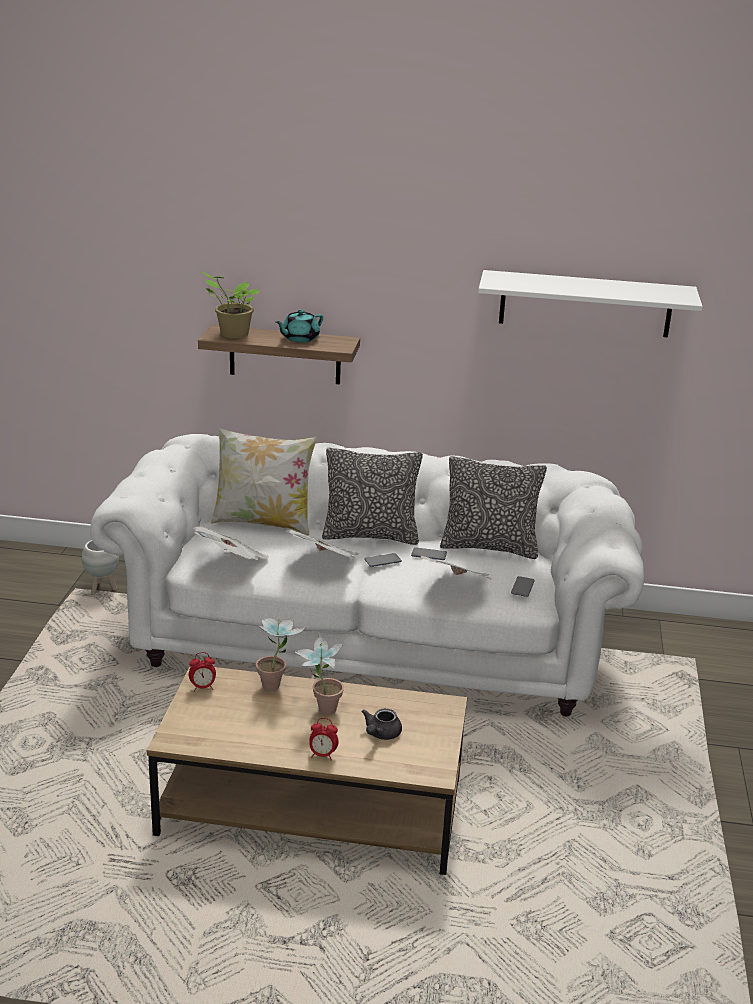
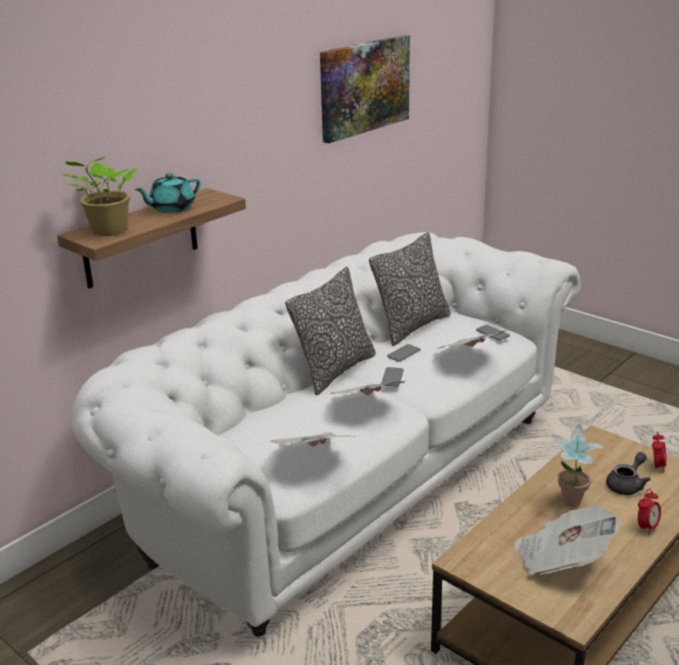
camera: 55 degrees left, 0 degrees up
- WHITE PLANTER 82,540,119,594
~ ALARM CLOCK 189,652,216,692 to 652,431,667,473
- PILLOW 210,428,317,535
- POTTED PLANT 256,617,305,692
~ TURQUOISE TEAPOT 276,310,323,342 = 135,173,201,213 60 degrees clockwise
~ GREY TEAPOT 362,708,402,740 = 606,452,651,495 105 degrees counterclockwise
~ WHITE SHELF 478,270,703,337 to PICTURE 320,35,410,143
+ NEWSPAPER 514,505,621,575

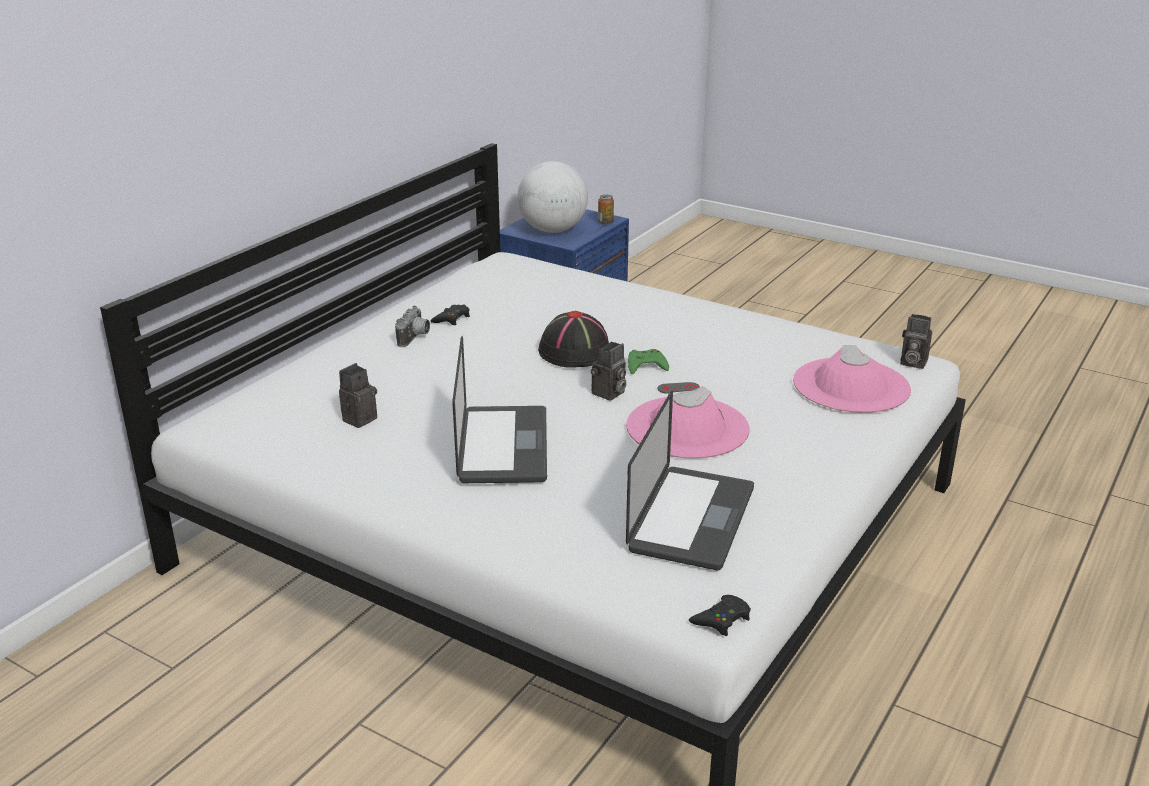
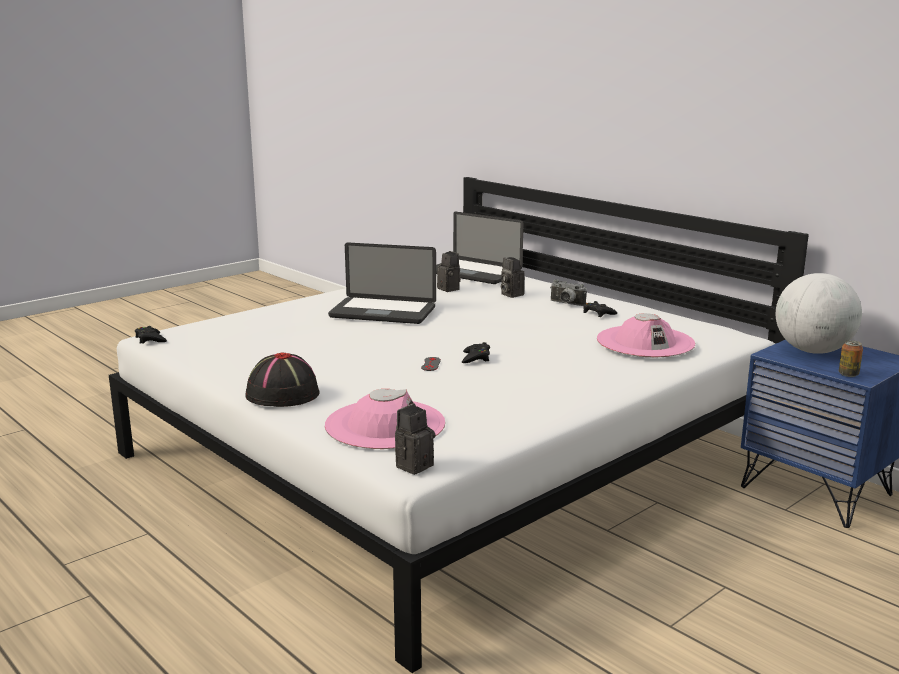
camera: 105 degrees right, 10 degrees down
~ BLACK HAT 538,311,609,368 to 245,353,320,407
~ PHOTO CAMERA 591,342,627,401 to 501,257,525,298
~ PINK HAT 626,387,749,459 to 597,313,695,357
~ LAPTOP 626,391,754,570 to 436,212,523,284
~ GREEN GAME CONTROLLER 628,349,669,374 to BLACK GAME CONTROLLER 462,342,490,363

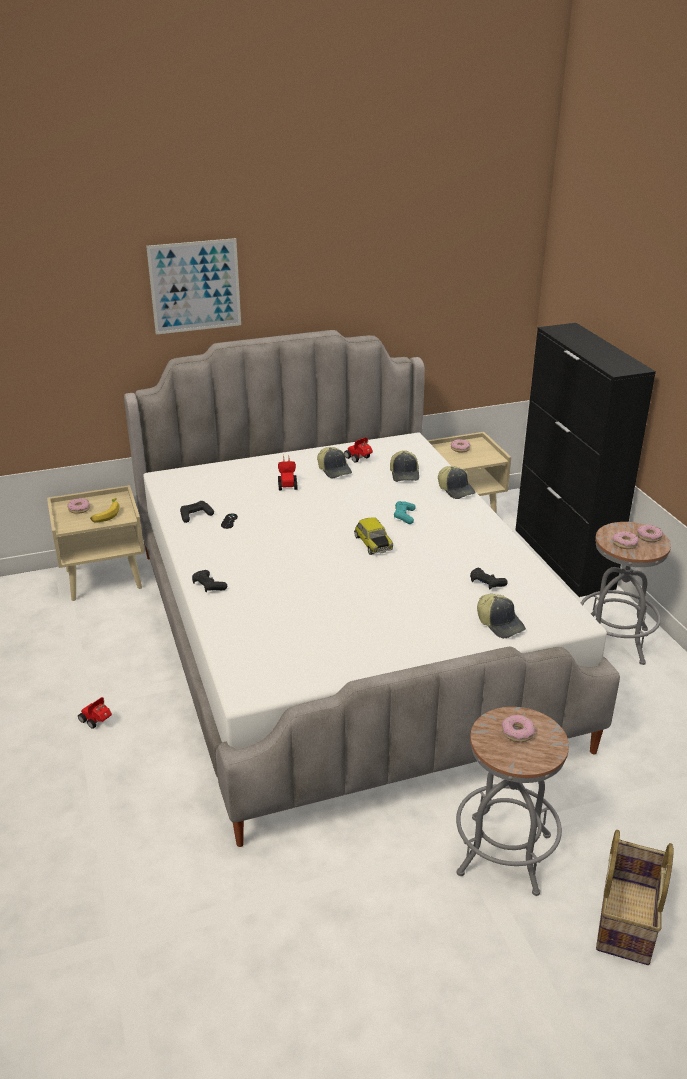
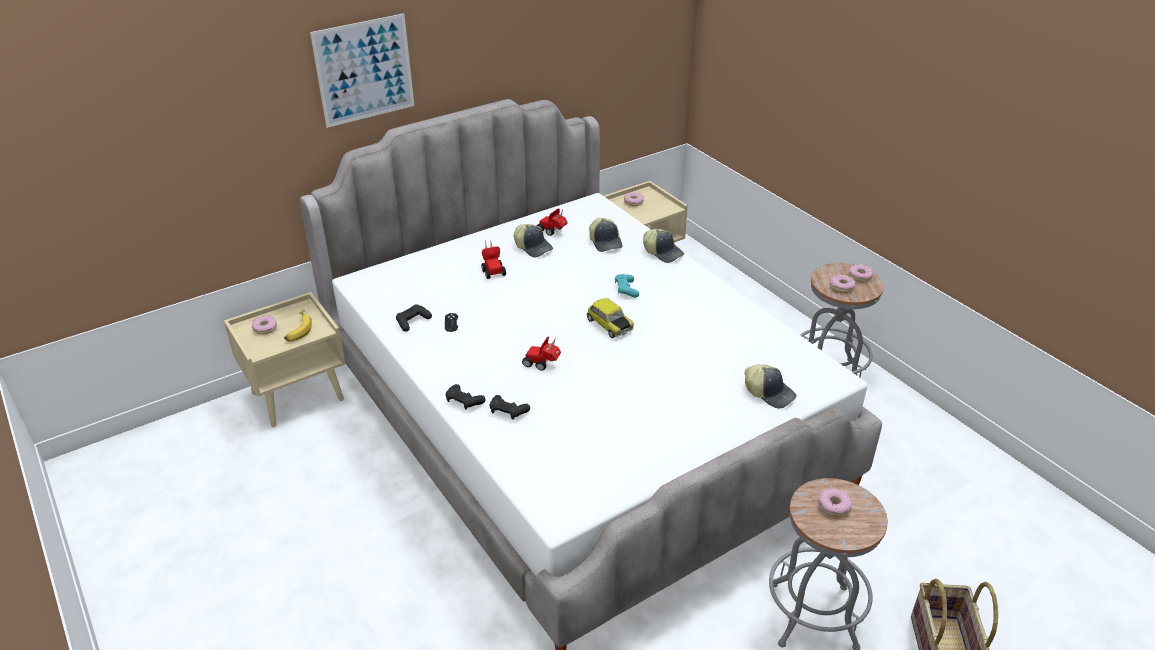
camera: 15 degrees left, 5 degrees up
~ TOY CAR 78,697,112,729 to 522,336,561,371
~ BLACK GAME CONTROLLER 470,568,508,589 to 490,395,530,420
- BLACK CABINET 516,323,656,597

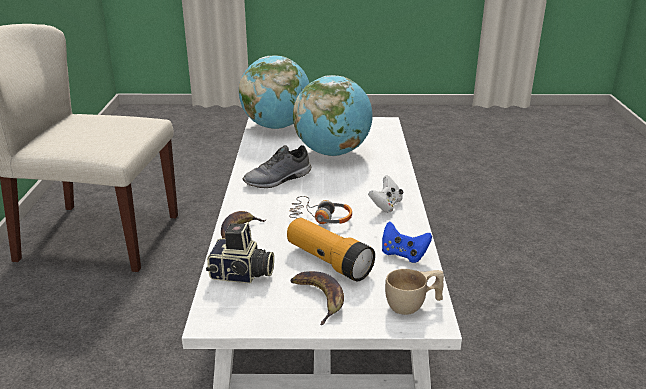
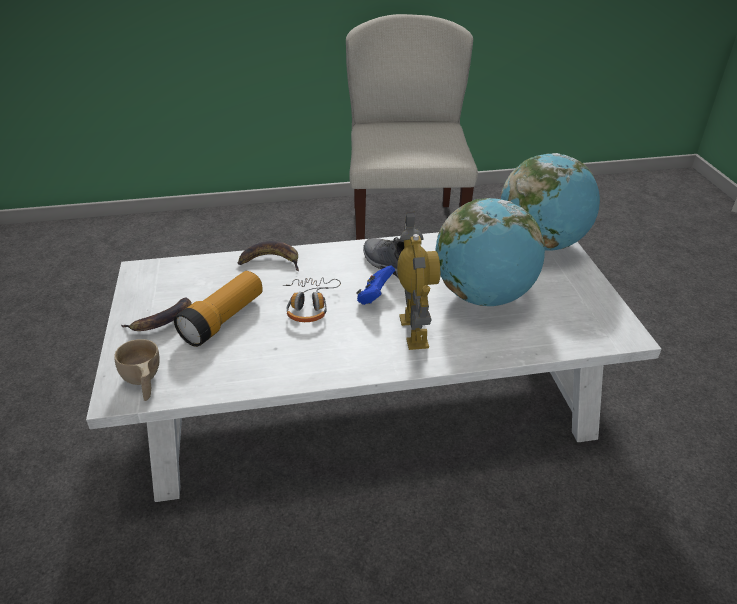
camera: 80 degrees right, 10 degrees up
- PHOTO CAMERA 206,222,274,283
- WHITE GAME CONTROLLER 368,175,403,213
~ BLUE GAME CONTROLLER 382,222,432,263 to 356,265,395,305
+ TOY ROBOT 397,212,440,350

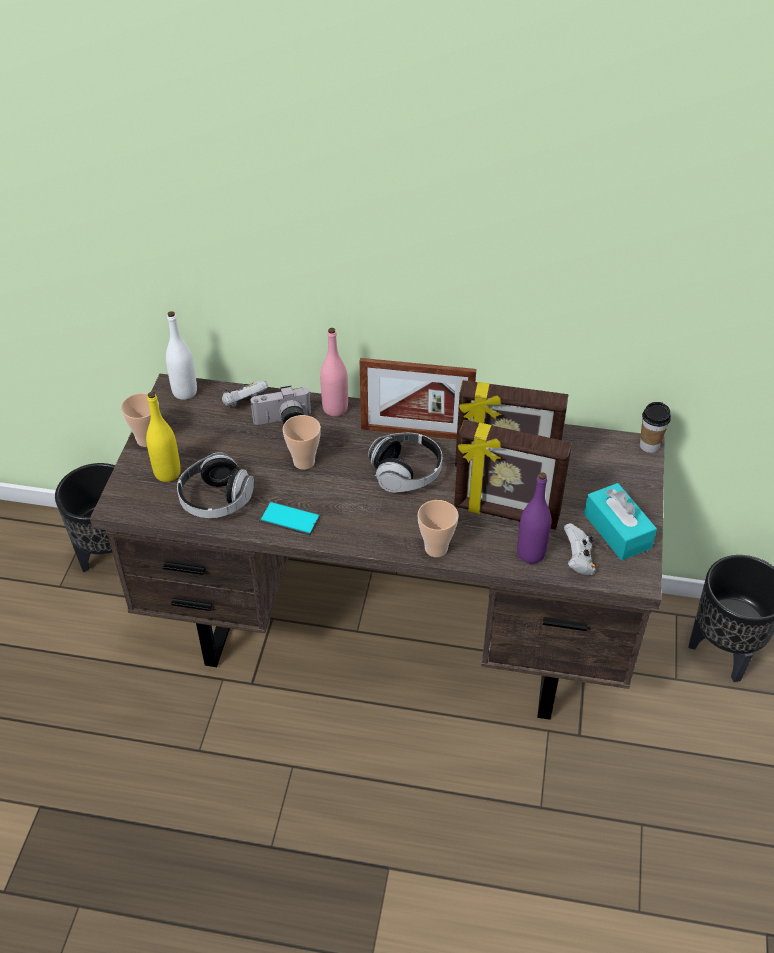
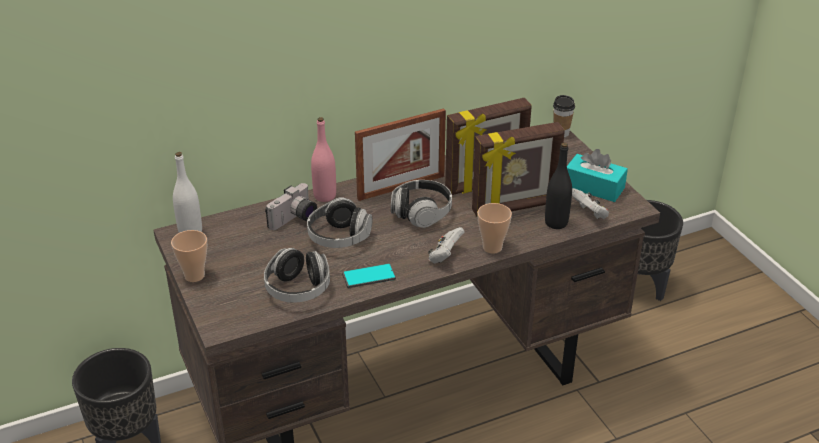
camera: 35 degrees left, 10 degrees down
- YELLOW BOTTLE 146,392,181,482
~ WHITE GAME CONTROLLER 222,381,268,407 to 428,227,465,263
~ CUP 283,415,321,470 to HEADPHONES 307,197,372,248
~ PURPLE BOTTLE 517,472,551,564 to BLACK BOTTLE 545,143,572,229

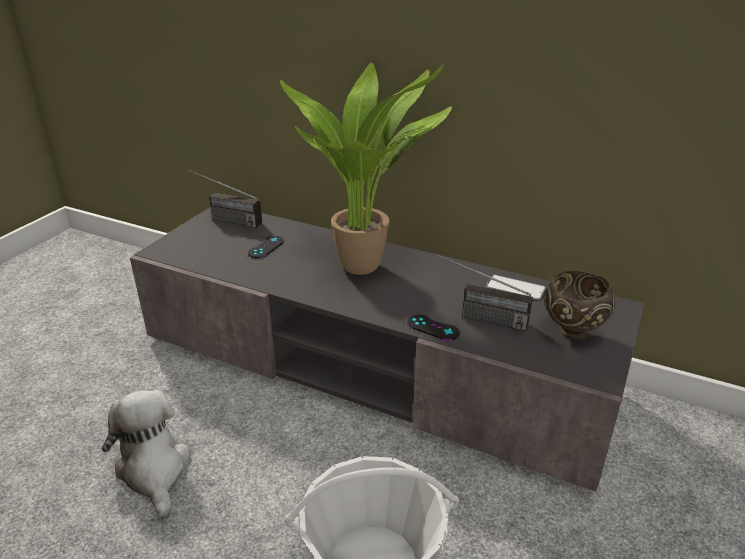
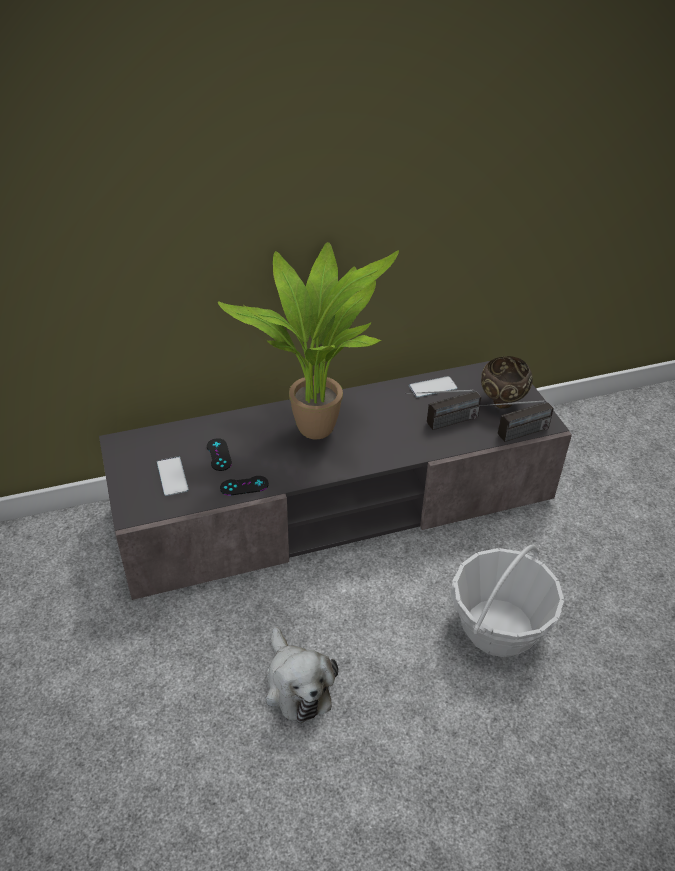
camera: 45 degrees left, 10 degrees up
~ PLUSH TOY 102,390,191,517 = 266,627,338,723 135 degrees counterclockwise
~ RADIO 188,170,262,228 to 479,400,554,442
~ BLACK GAME CONTROLLER 407,314,460,341 to 220,476,269,496
+ PHONE 157,456,189,496

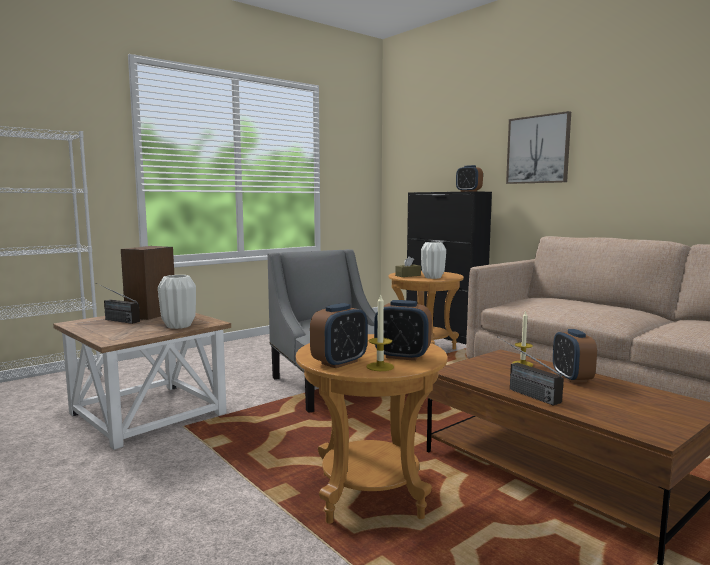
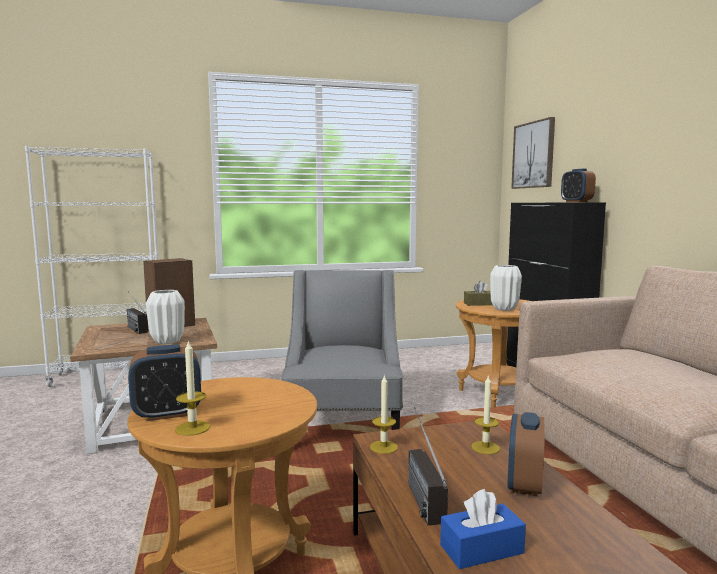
camera: 25 degrees right, 0 degrees up
- ALARM CLOCK 374,300,432,361
~ PICTURE 506,111,571,184 to 511,117,555,189
+ CANDLE 370,374,398,454
+ BLUE TISSUE BOX 440,489,526,569

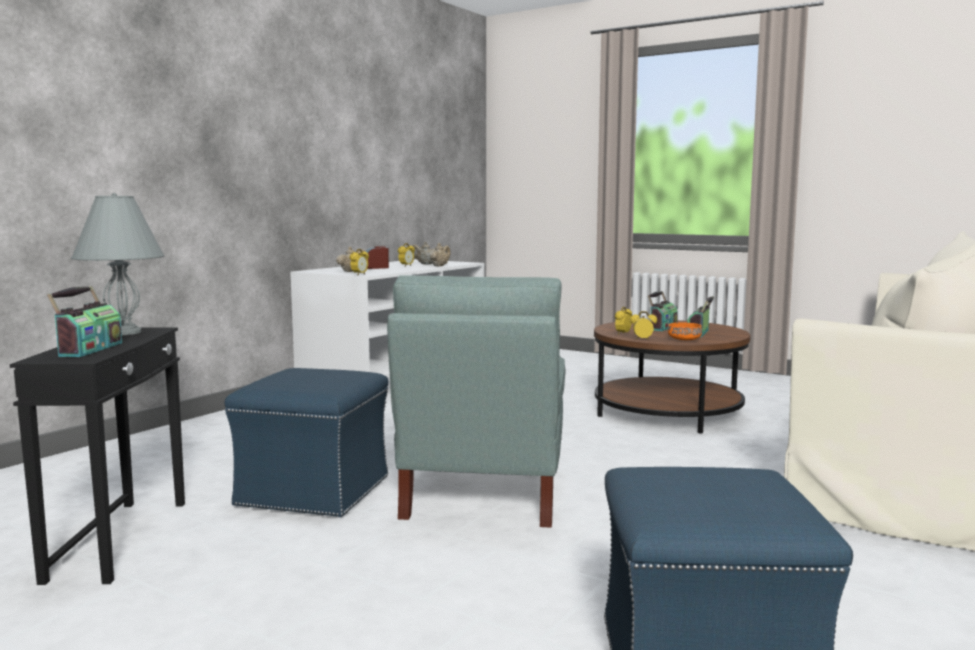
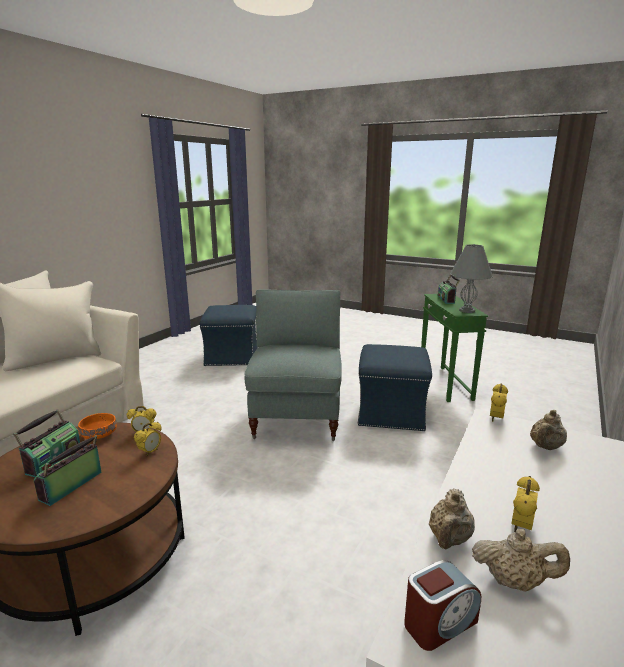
camera: 175 degrees right, 10 degrees up
~ BLACK SIDE TABLE 10,327,185,585 to GREEN SIDE TABLE 421,294,488,402
~ ALARM CLOCK 365,246,389,269 to 404,560,481,651

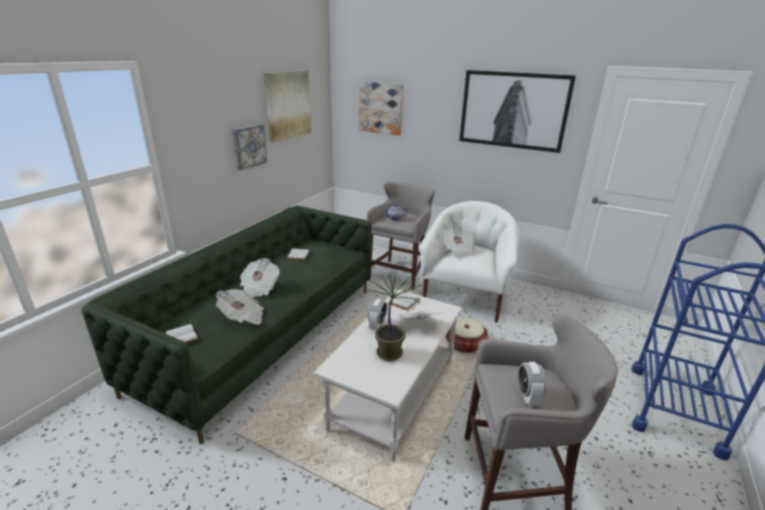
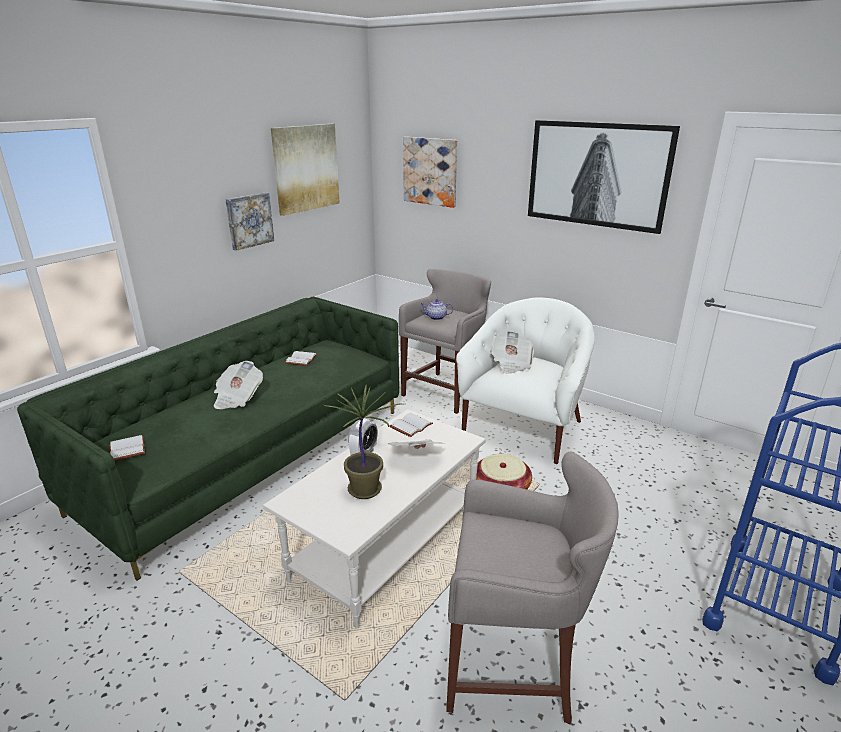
camera: 10 degrees right, 0 degrees up
- NEWSPAPER 216,289,264,325
- ALARM CLOCK 518,362,546,406

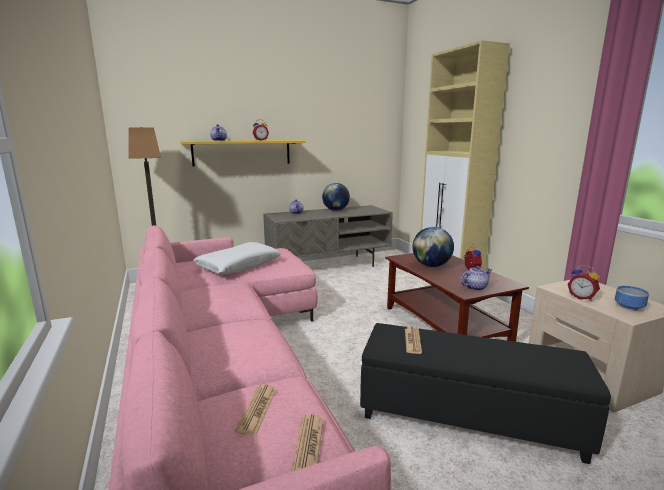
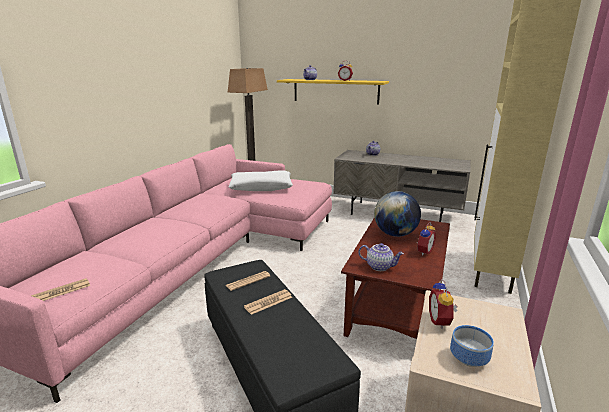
camera: 45 degrees right, 5 degrees up
~ NEWSPAPER 235,384,277,435 to 244,289,292,315
- GLOBE 322,183,350,211

